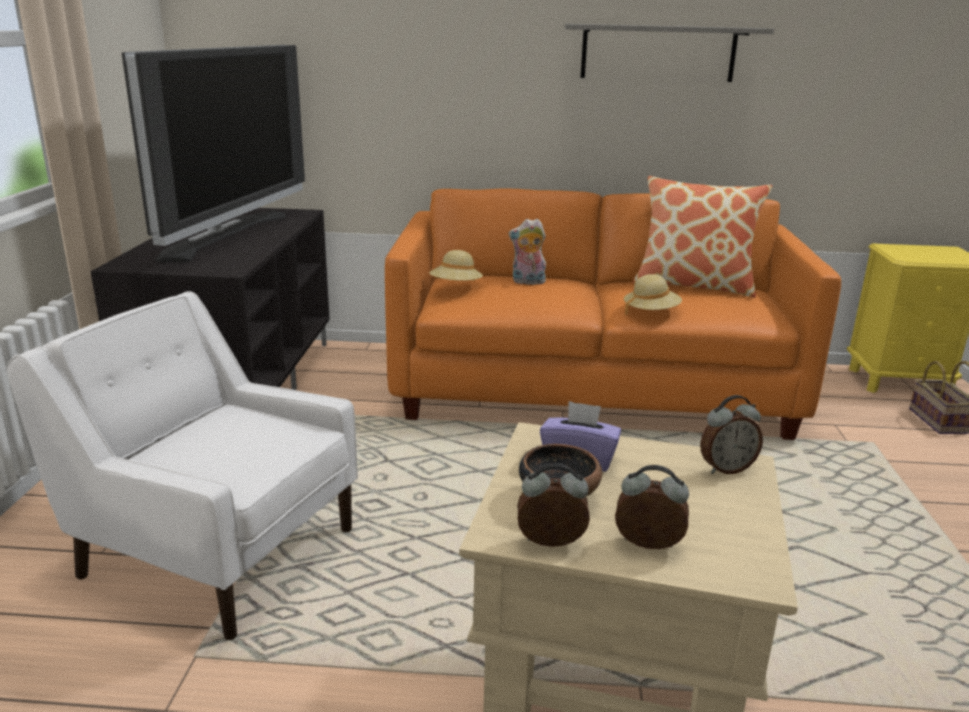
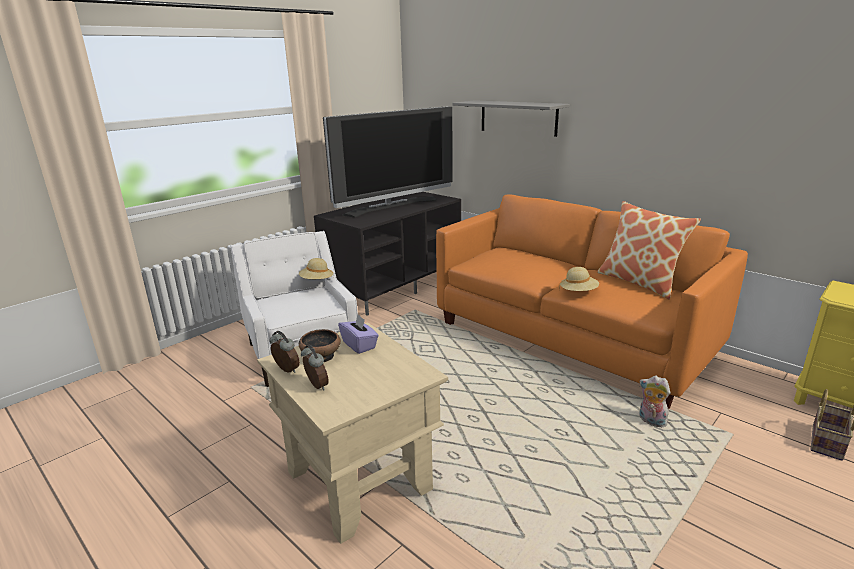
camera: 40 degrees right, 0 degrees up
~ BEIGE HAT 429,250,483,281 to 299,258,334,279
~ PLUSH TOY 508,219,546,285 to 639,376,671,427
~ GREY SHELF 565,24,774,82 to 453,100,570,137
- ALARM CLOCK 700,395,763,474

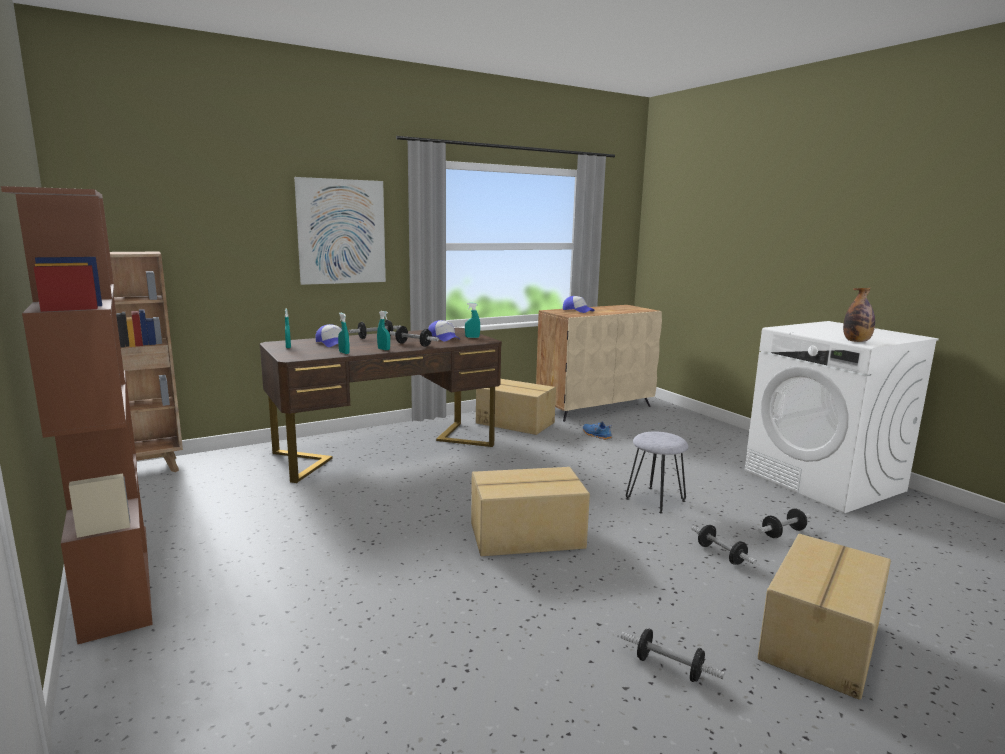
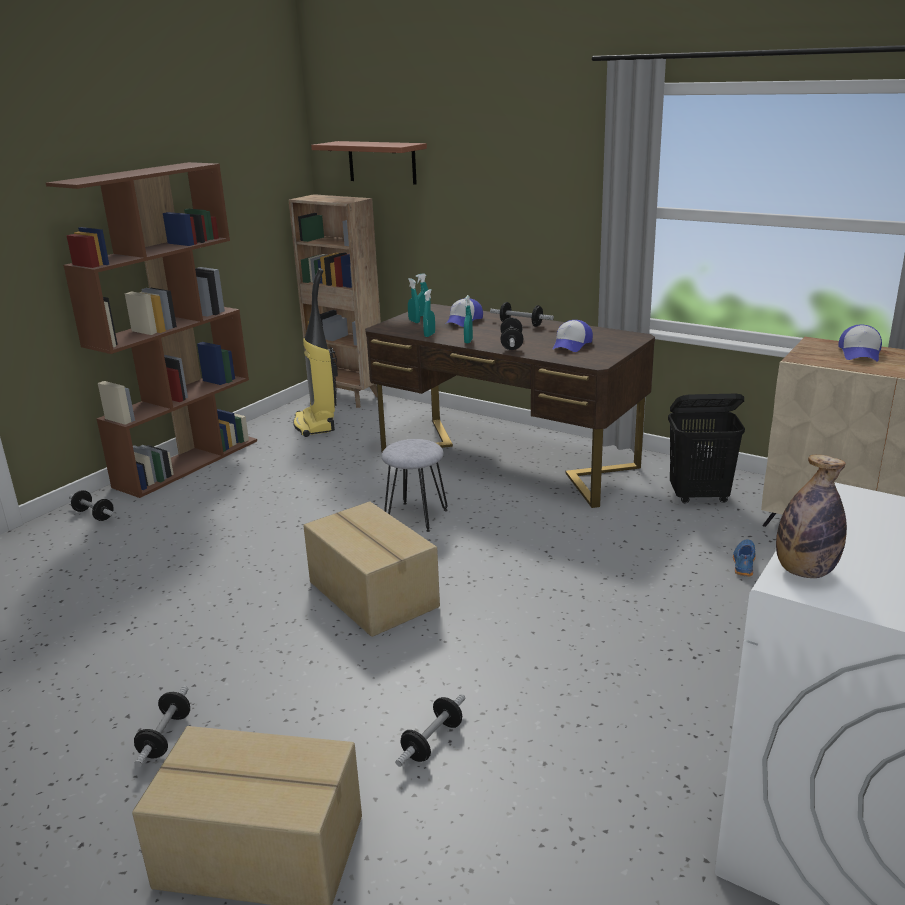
camera: 65 degrees right, 10 degrees up
- PICTURE 294,177,386,285
~ TURQUOISE SPRAY BOTTLE 465,303,480,338 to 408,278,420,323
~ CARDBOARD BOX 476,379,556,435 to BLACK LAUNDRY BASKET 668,394,745,504
~ GREY STOOL 626,432,688,514 to 381,439,448,532
~ DUMBBELL 758,508,811,538 to 69,490,116,521
+ VACUUM CLEANER 293,268,338,437
+ SHELF 311,141,427,185

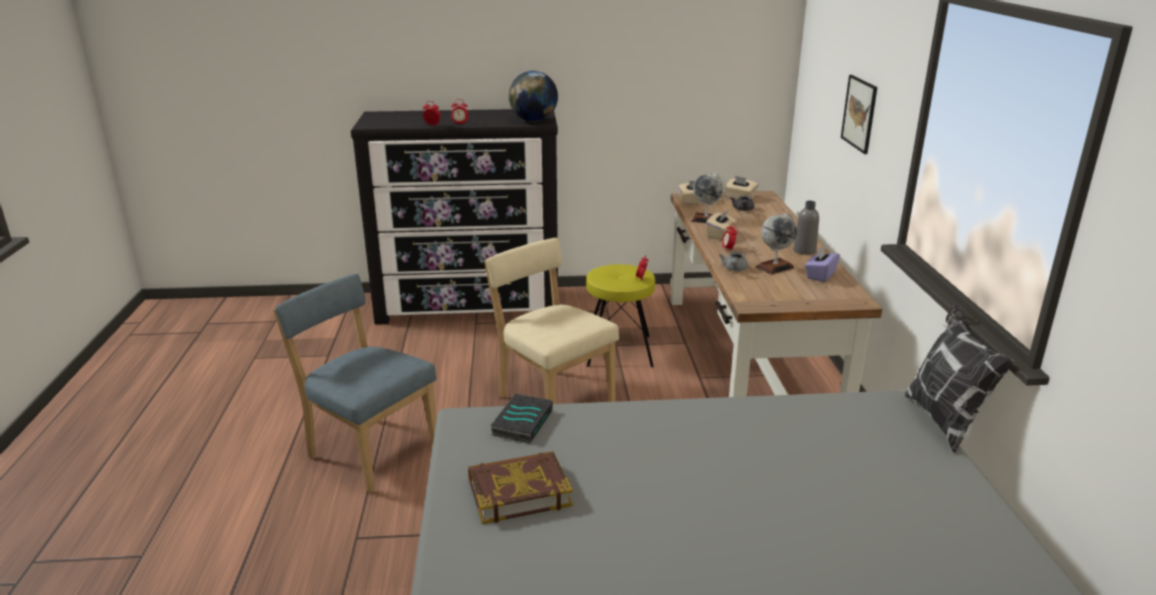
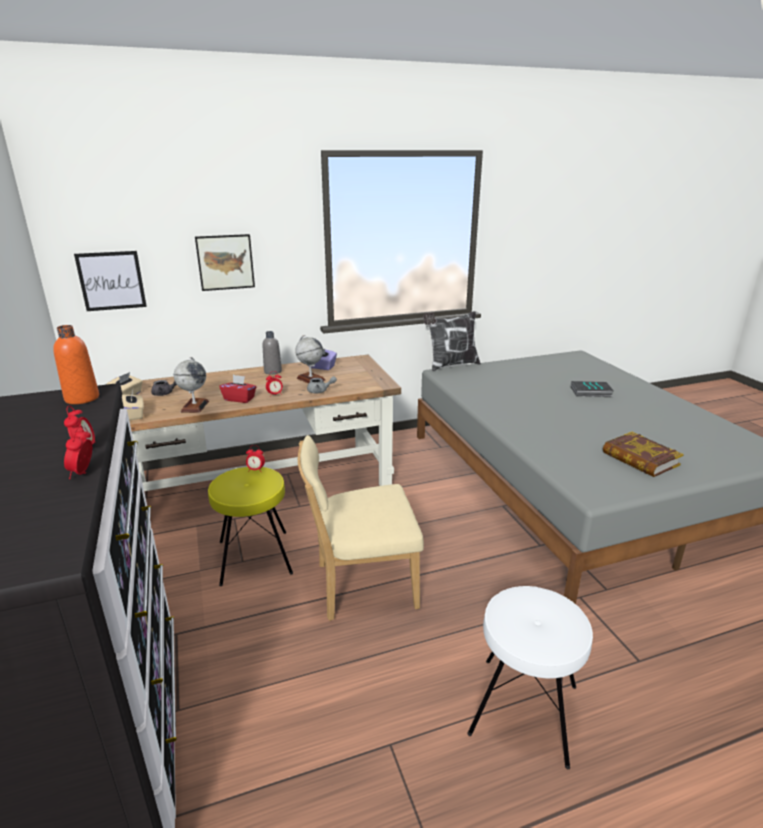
camera: 105 degrees left, 0 degrees up
~ BLUE CHAIR 273,274,437,493 to WHITE STOOL 467,586,593,769
~ BEIGE CHAIR 484,238,619,404 = 298,435,424,621 45 degrees clockwise
~ BOOK 490,393,553,444 to 571,381,614,397
~ GLOBE 509,71,558,122 to ORANGE BOTTLE 53,325,99,404
~ BEIGE TISSUE BOX 706,211,737,240 to RED TISSUE BOX 220,375,256,403
+ PICTURE 74,251,147,311

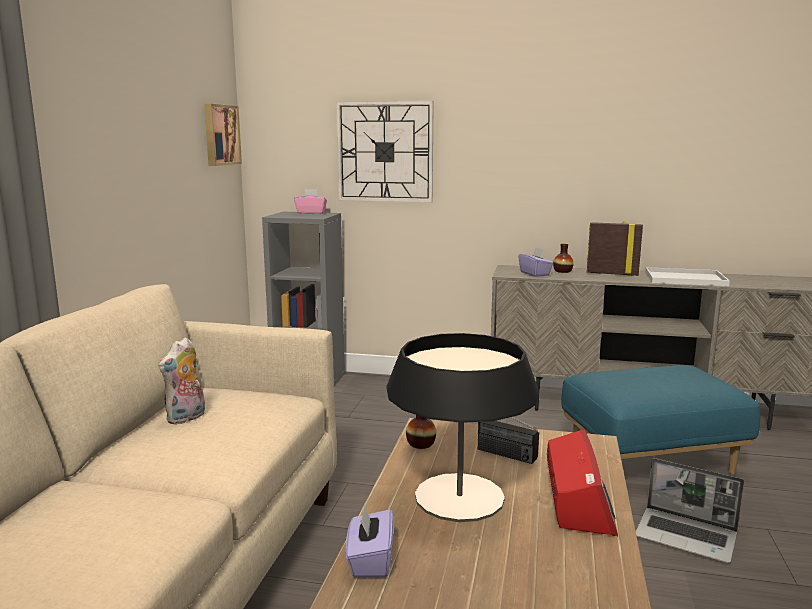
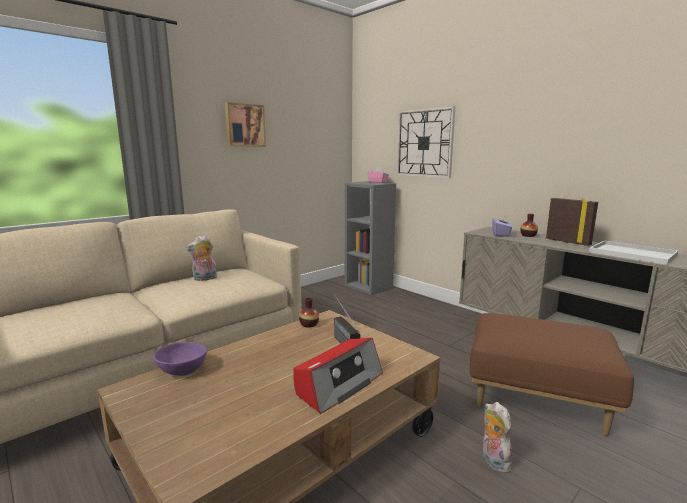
camera: 35 degrees right, 0 degrees up
~ PICTURE 204,104,242,166 to 225,102,266,147
~ PURPLE TISSUE BOX 346,505,394,578 to PURPLE BOWL 153,342,207,376
- TABLE LAMP 386,333,539,522
~ BLUE OTTOMAN 561,365,760,475 to BROWN OTTOMAN 470,313,634,436
~ LAPTOP 636,458,744,563 to PLUSH TOY 483,402,515,473

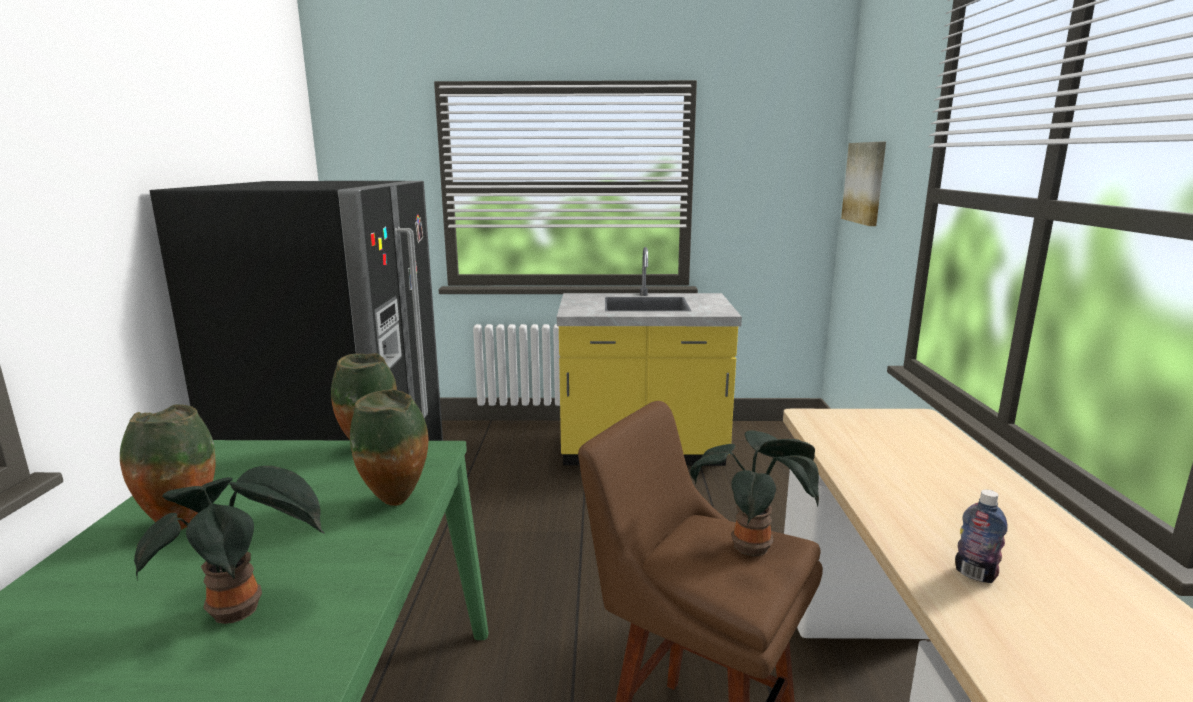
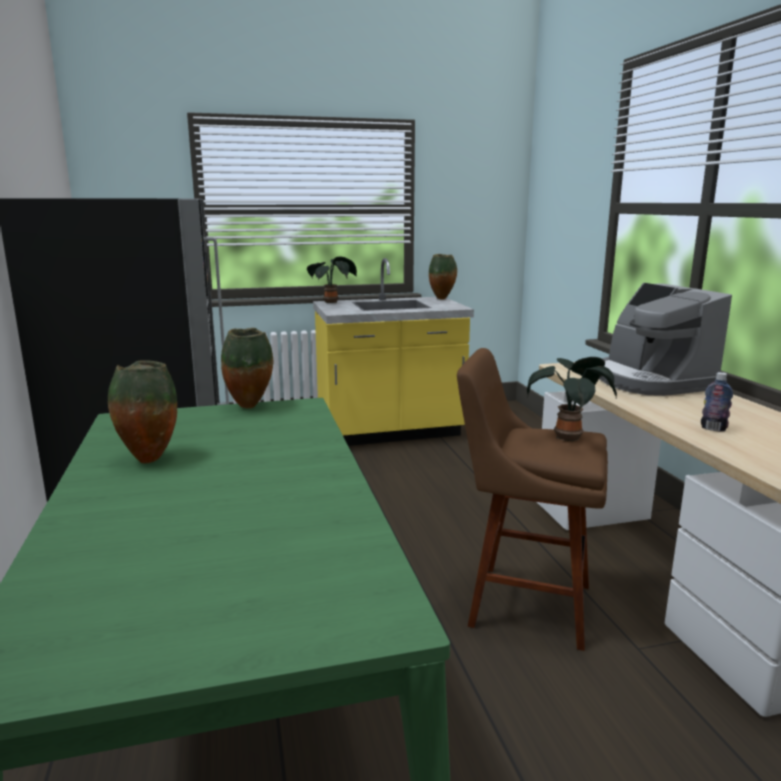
camera: 15 degrees left, 0 degrees up
~ POTTED PLANT 134,466,324,624 to 307,257,357,303
~ VASE 350,390,428,506 to 429,254,457,300
- PICTURE 841,142,886,226
+ COFFEE MACHINE 599,283,732,396

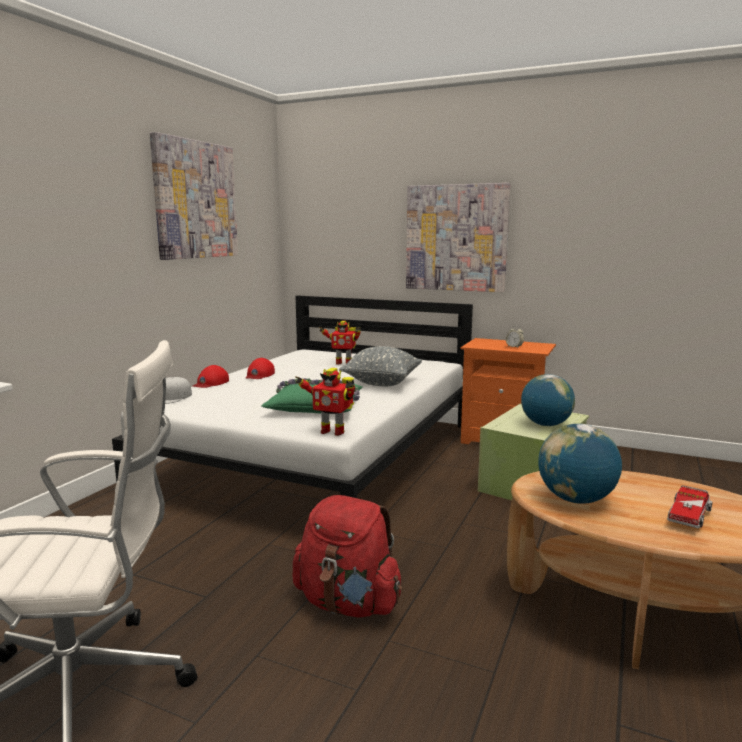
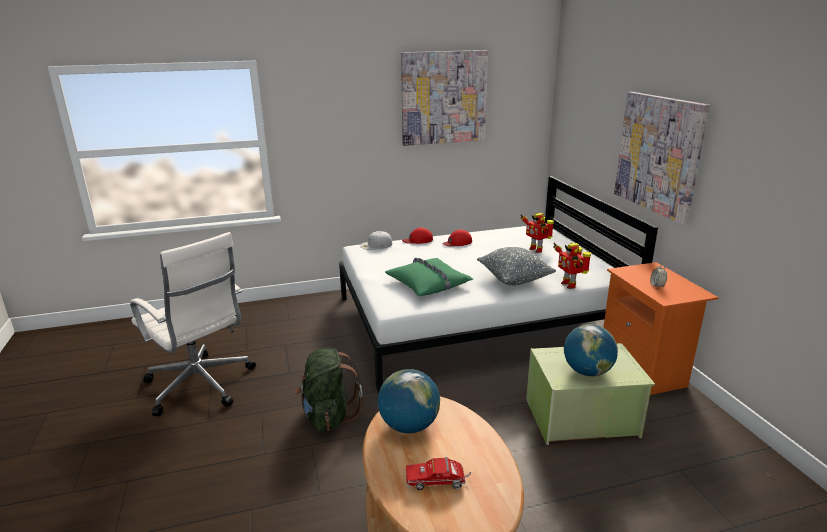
camera: 50 degrees right, 10 degrees up
~ RED BACKPACK 293,495,402,618 to GREEN BACKPACK 294,347,363,431
~ TOY ROBOT 296,368,355,436 to 553,242,591,289

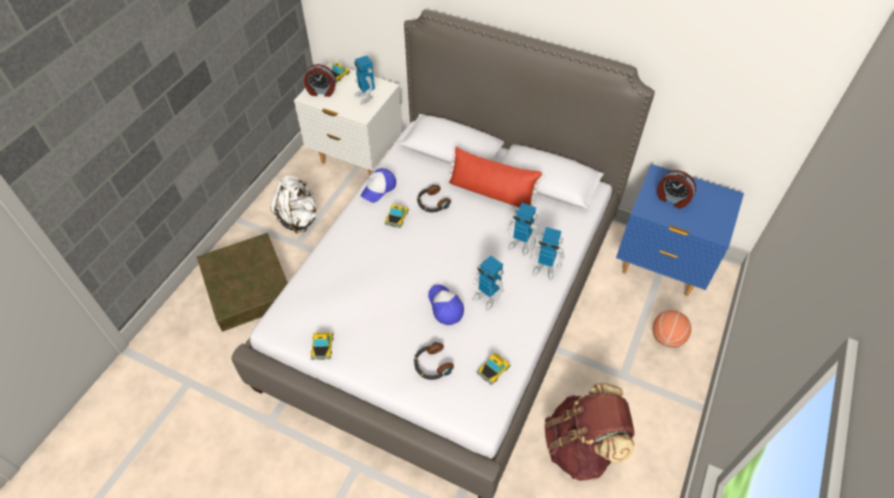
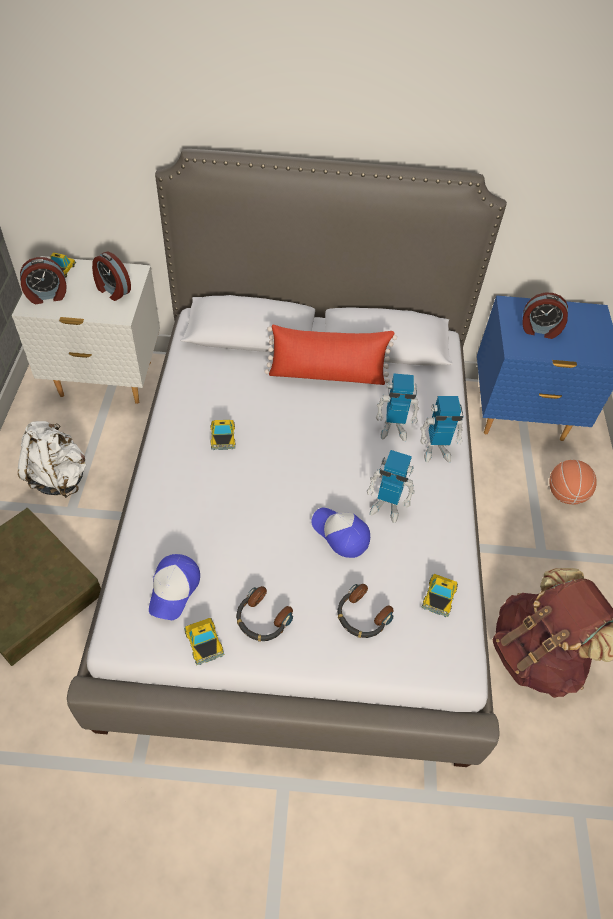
camera: 25 degrees left, 0 degrees up
~ TOY ROBOT 354,56,375,105 to ALARM CLOCK 92,252,131,301
~ CAP 360,168,396,203 to 149,554,200,620
~ HEADPHONES 417,184,451,212 to 236,586,293,642

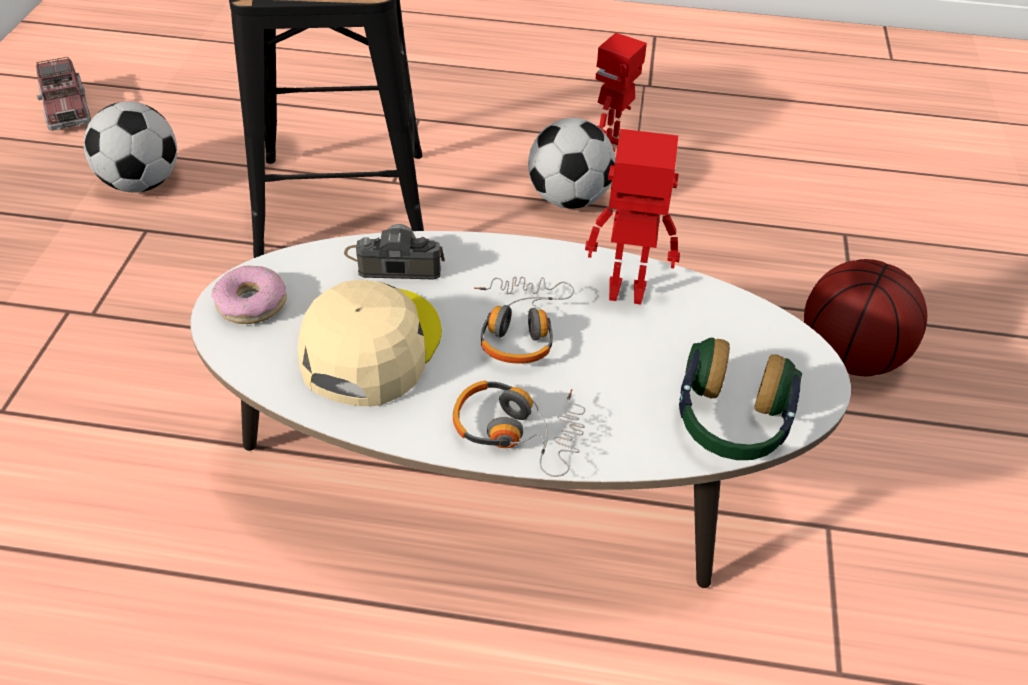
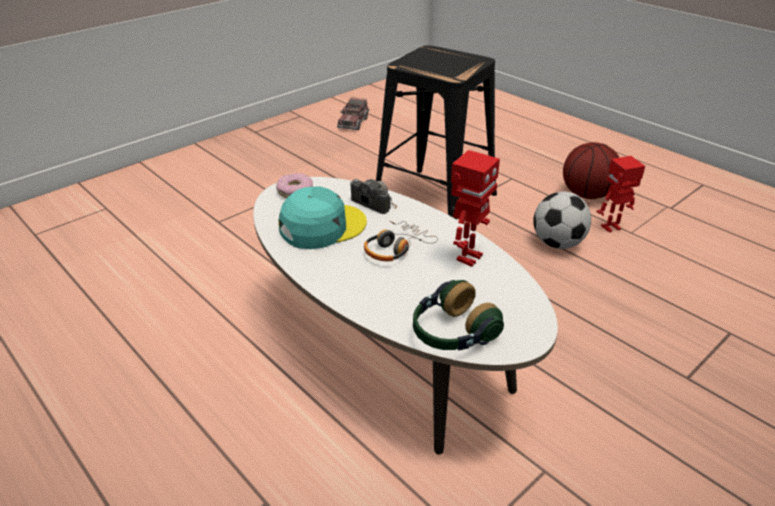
camera: 40 degrees right, 10 degrees down
- FOOTBALL 84,101,177,193
~ BEIGE CAP 297,280,442,407 to TURQUOISE CAP 279,187,367,249
- HEADPHONES 453,381,585,477
~ TOY ROBOT 585,129,680,304 = 451,150,500,267 75 degrees clockwise
~ BASKETBALL 804,259,927,376 to 563,142,620,199

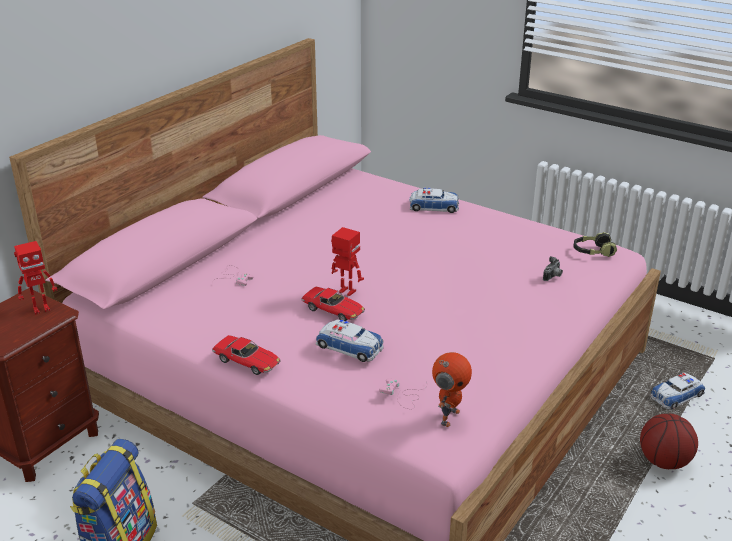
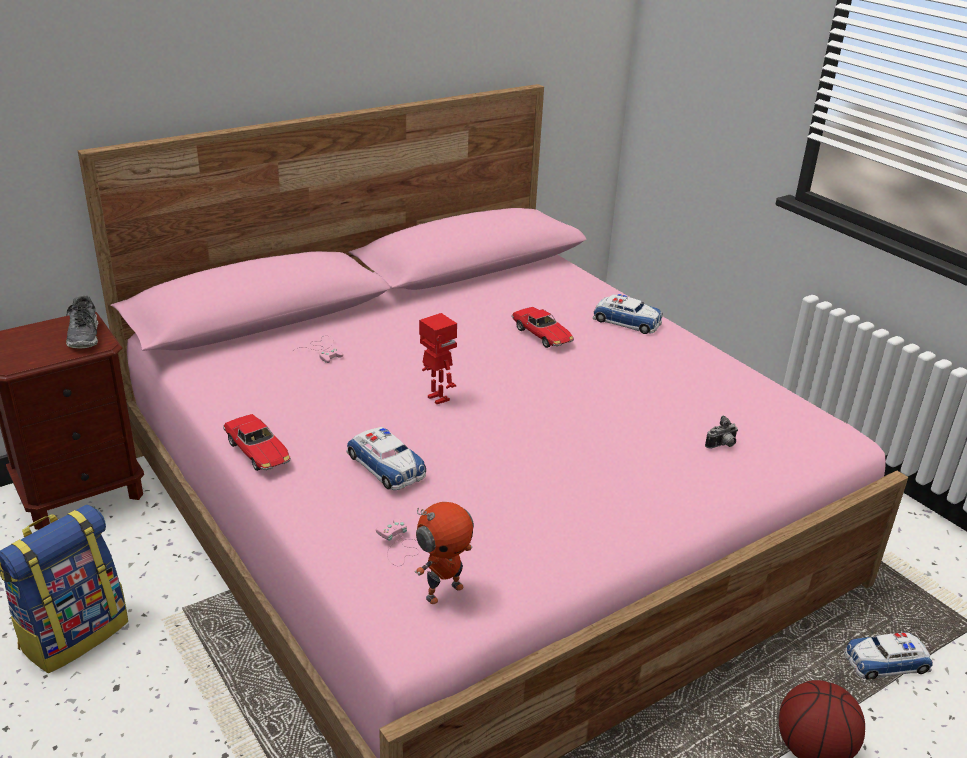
camera: 20 degrees right, 0 degrees up
~ TOY ROBOT 14,241,58,315 to SHOE 66,295,98,349
~ TOY CAR 301,287,365,321 to 511,307,574,348
- HEADPHONES 573,232,617,257

